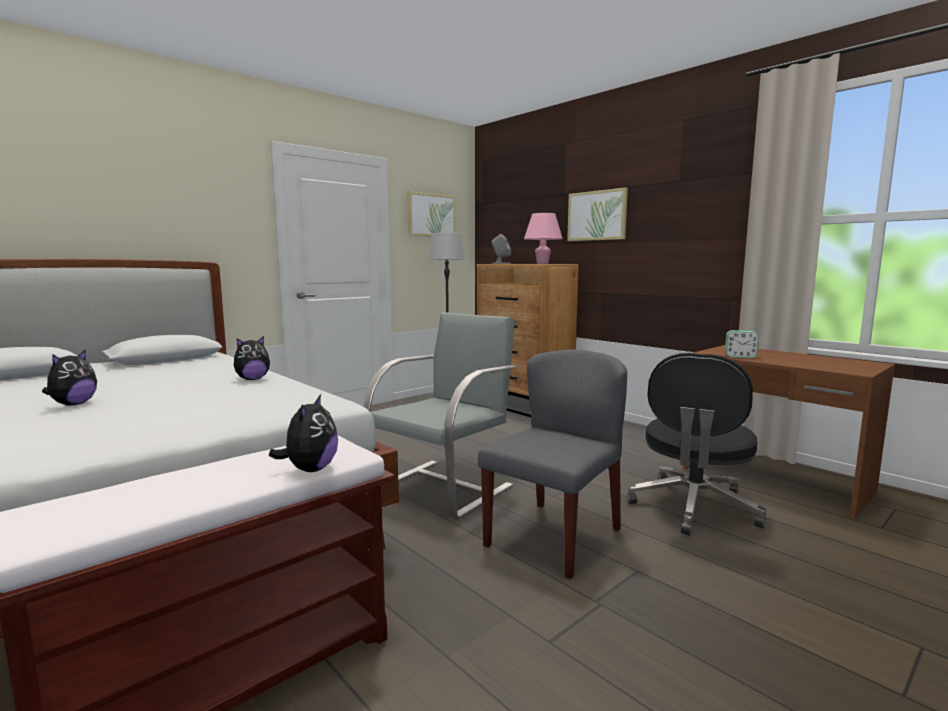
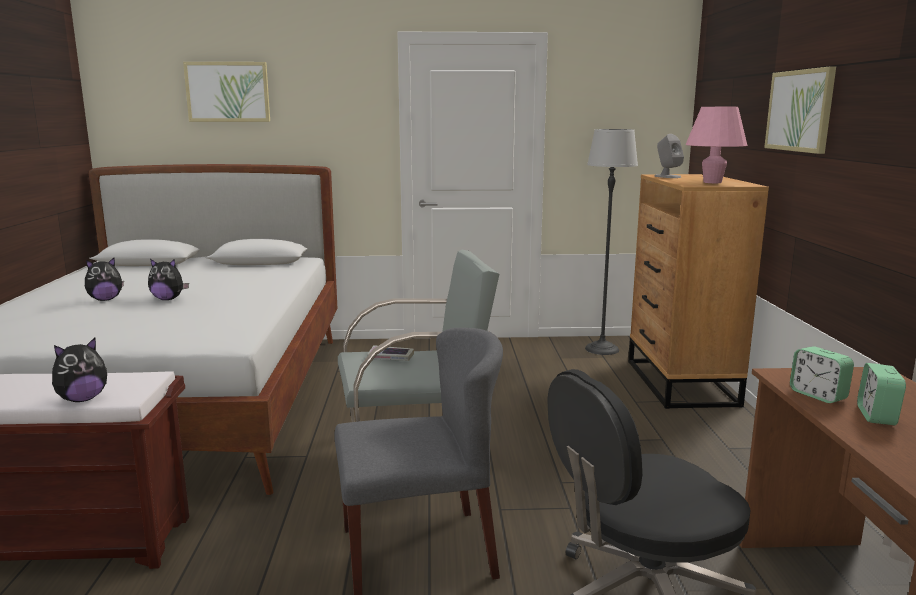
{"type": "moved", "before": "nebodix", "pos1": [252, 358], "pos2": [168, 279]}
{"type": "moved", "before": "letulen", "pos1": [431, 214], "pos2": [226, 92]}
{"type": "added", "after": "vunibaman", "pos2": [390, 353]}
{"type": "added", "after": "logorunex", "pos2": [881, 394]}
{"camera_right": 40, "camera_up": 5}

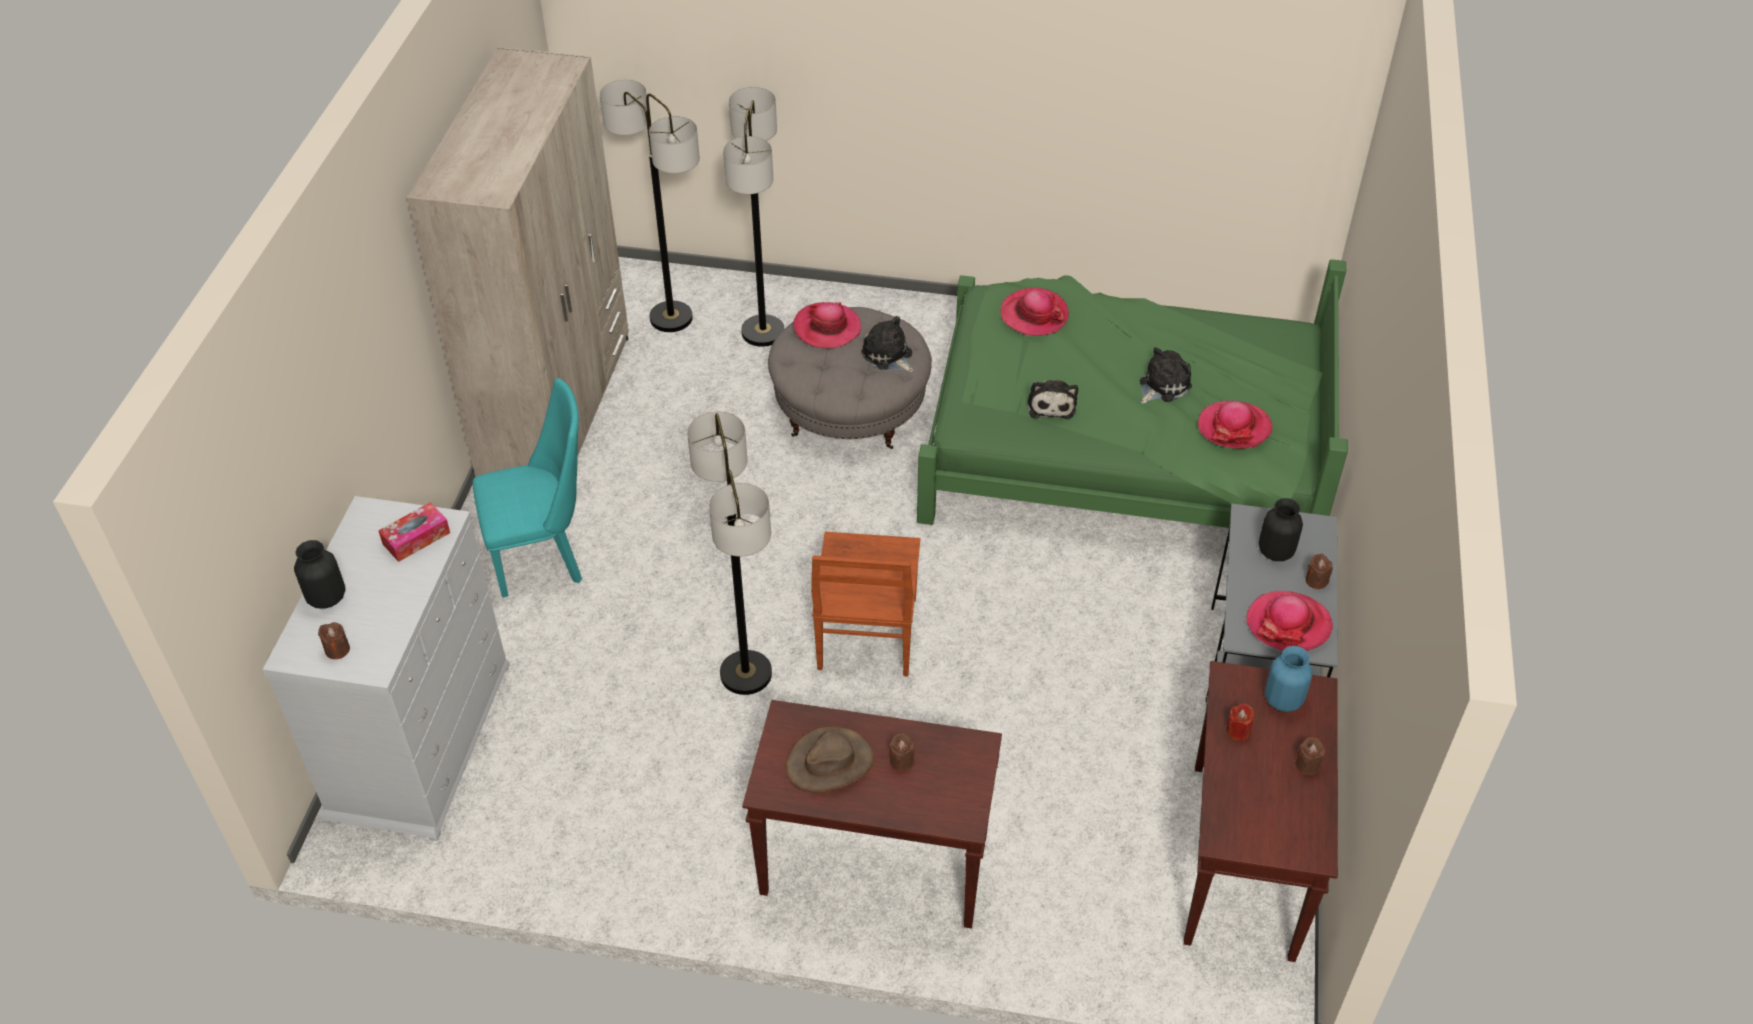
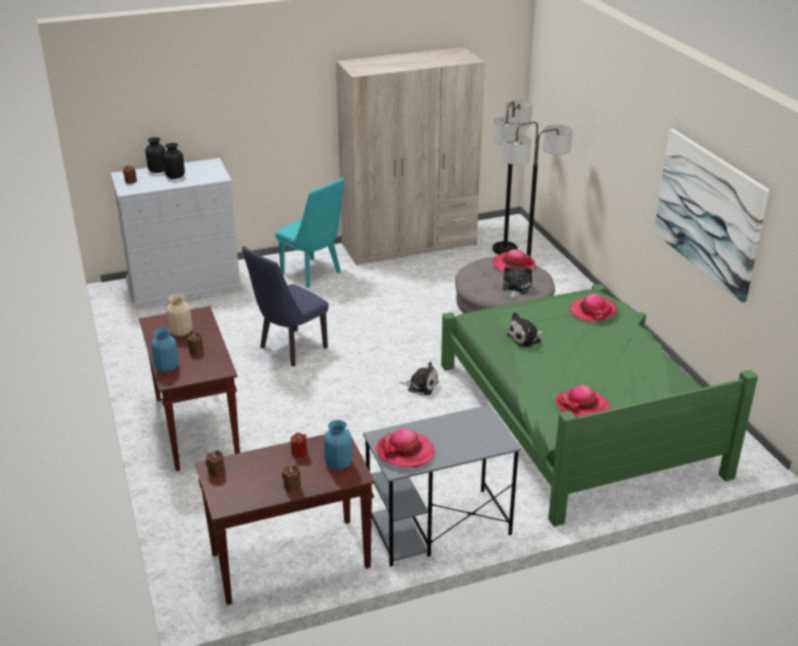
{"type": "added", "after": "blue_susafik", "pos2": [165, 349]}
{"type": "moved", "before": "black_susafik", "pos1": [1281, 529], "pos2": [174, 161]}
{"type": "replaced", "before": "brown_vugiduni", "after": "beige_susafik", "pos1": [830, 759], "pos2": [179, 315]}
{"type": "moved", "before": "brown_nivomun", "pos1": [1319, 571], "pos2": [215, 463]}
{"type": "replaced", "before": "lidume", "after": "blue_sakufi", "pos1": [729, 553], "pos2": [285, 306]}
{"type": "moved", "before": "nebodix", "pos1": [1166, 375], "pos2": [419, 378]}
{"type": "added", "after": "letulen", "pos2": [711, 216]}
{"type": "removed", "before": "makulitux", "pos1": [414, 532]}
{"type": "removed", "before": "brown_sakufi", "pos1": [865, 604]}
{"camera_right": 60, "camera_up": -15}

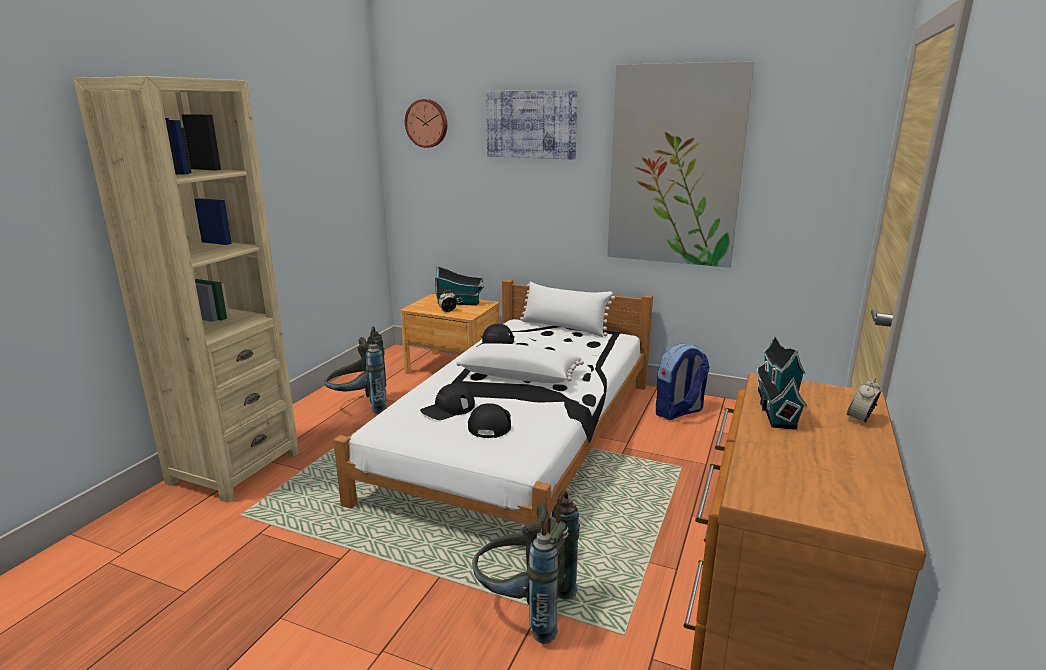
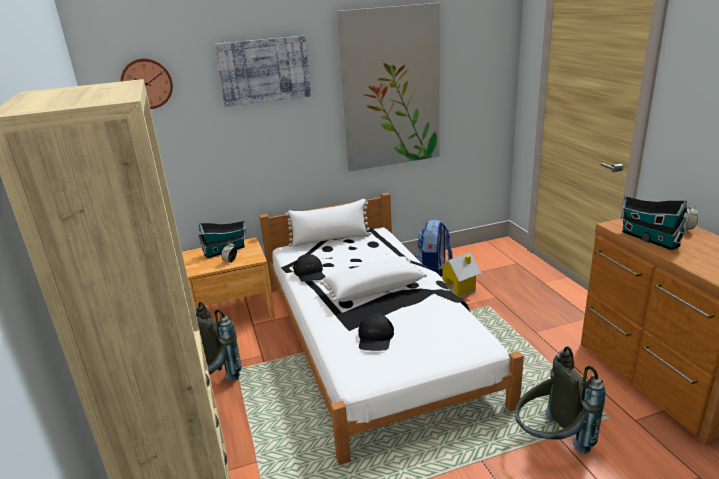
{"type": "added", "after": "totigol", "pos2": [459, 275]}
{"type": "removed", "before": "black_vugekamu", "pos1": [489, 420]}
{"camera_right": -40, "camera_up": 5}

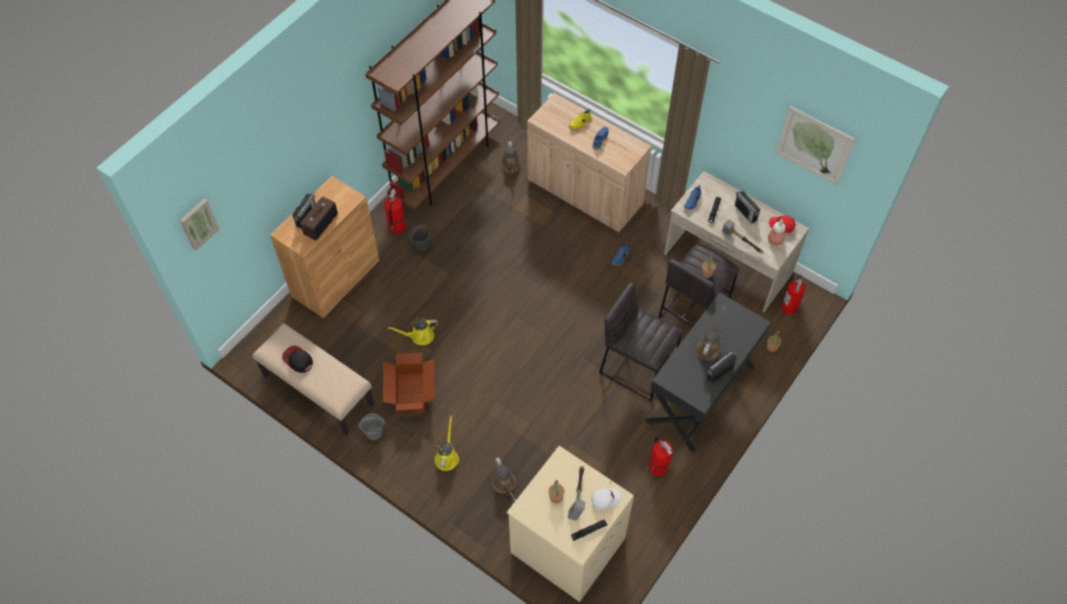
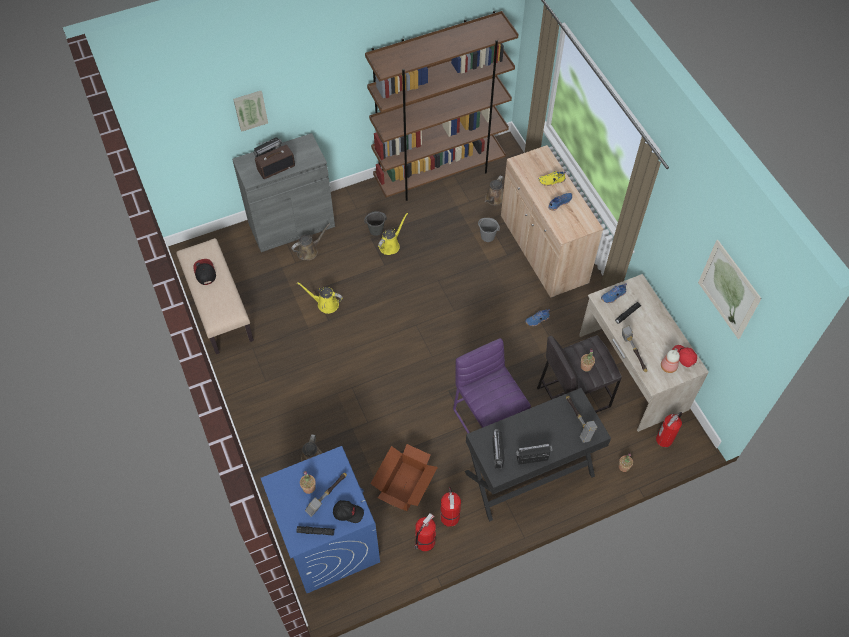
{"type": "recoloured", "before": "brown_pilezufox", "after": "grey_pilezufox", "pos1": [325, 247], "pos2": [283, 192]}
{"type": "moved", "before": "letulen", "pos1": [199, 224], "pos2": [250, 111]}
{"type": "recoloured", "before": "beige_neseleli", "after": "blue_neseleli", "pos1": [570, 524], "pos2": [320, 519]}
{"type": "moved", "before": "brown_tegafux", "pos1": [710, 333], "pos2": [310, 241]}
{"type": "recoloured", "before": "white_vugekamu", "after": "black_vugekamu", "pos1": [606, 499], "pos2": [348, 511]}
{"type": "moved", "before": "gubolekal", "pos1": [409, 383], "pos2": [404, 477]}
{"type": "moved", "before": "yellow_tegafux", "pos1": [447, 443], "pos2": [393, 234]}
{"type": "moved", "before": "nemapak", "pos1": [395, 211], "pos2": [425, 532]}
{"type": "recoloured", "before": "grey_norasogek", "after": "purple_norasogek", "pos1": [641, 341], "pos2": [492, 385]}
{"type": "moved", "before": "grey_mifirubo", "pos1": [371, 427], "pos2": [489, 230]}
{"type": "moved", "before": "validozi", "pos1": [747, 207], "pos2": [498, 449]}
{"type": "added", "after": "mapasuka", "pos2": [581, 419]}
{"camera_right": 30, "camera_up": 0}

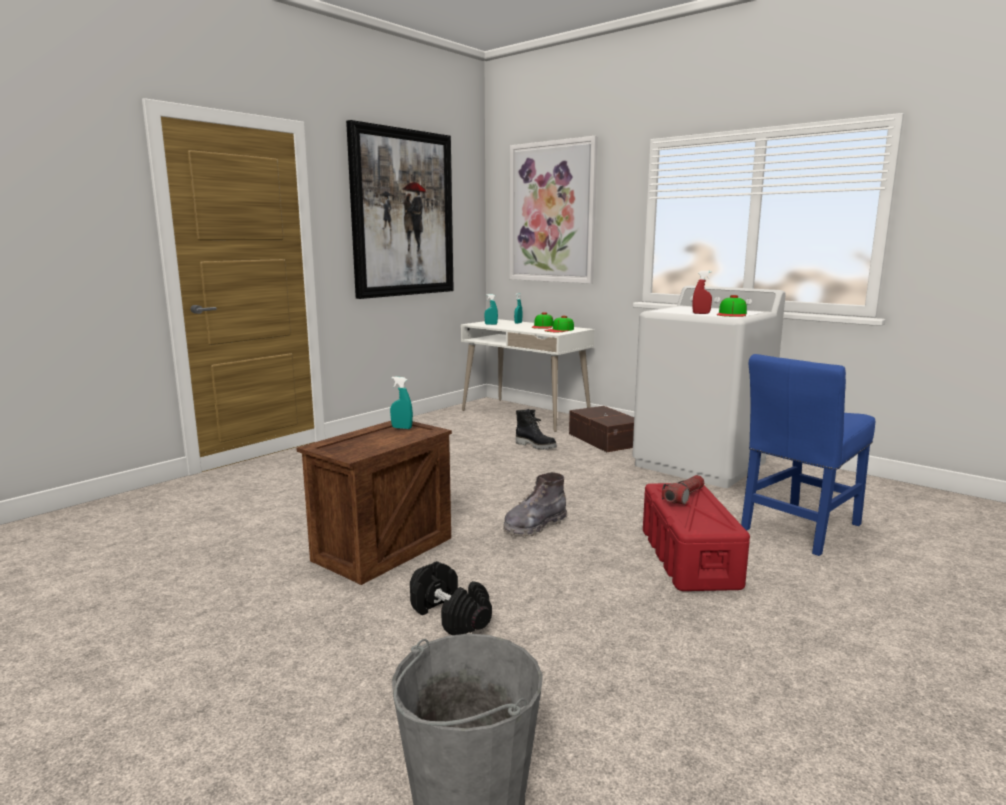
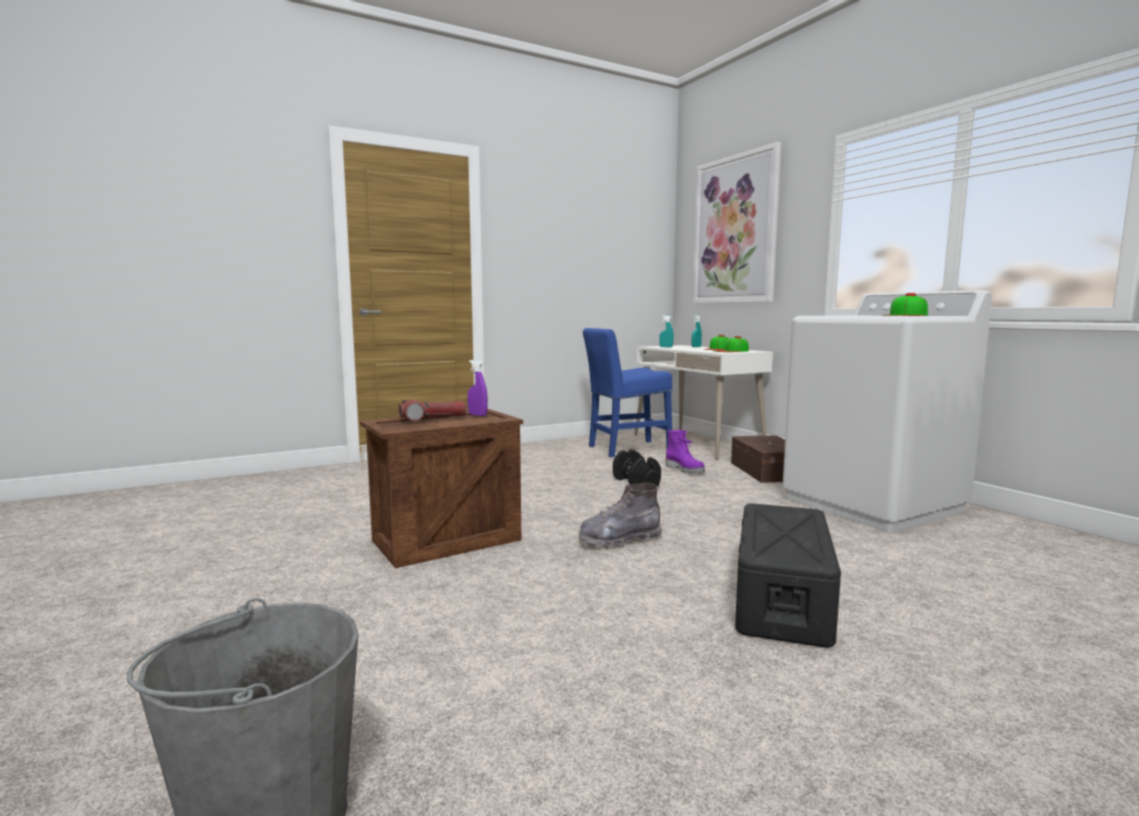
{"type": "moved", "before": "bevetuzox", "pos1": [683, 490], "pos2": [432, 410]}
{"type": "recoloured", "before": "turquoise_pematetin", "after": "purple_pematetin", "pos1": [401, 403], "pos2": [478, 388]}
{"type": "moved", "before": "blue_sakufi", "pos1": [808, 455], "pos2": [627, 392]}
{"type": "moved", "before": "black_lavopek", "pos1": [451, 598], "pos2": [637, 468]}
{"type": "recoloured", "before": "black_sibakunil", "after": "purple_sibakunil", "pos1": [536, 429], "pos2": [685, 451]}
{"type": "recoloured", "before": "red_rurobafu", "after": "black_rurobafu", "pos1": [696, 537], "pos2": [788, 575]}
{"type": "removed", "before": "letulen", "pos1": [400, 209]}
{"type": "removed", "before": "red_pematetin", "pos1": [702, 292]}
{"camera_right": 20, "camera_up": -5}

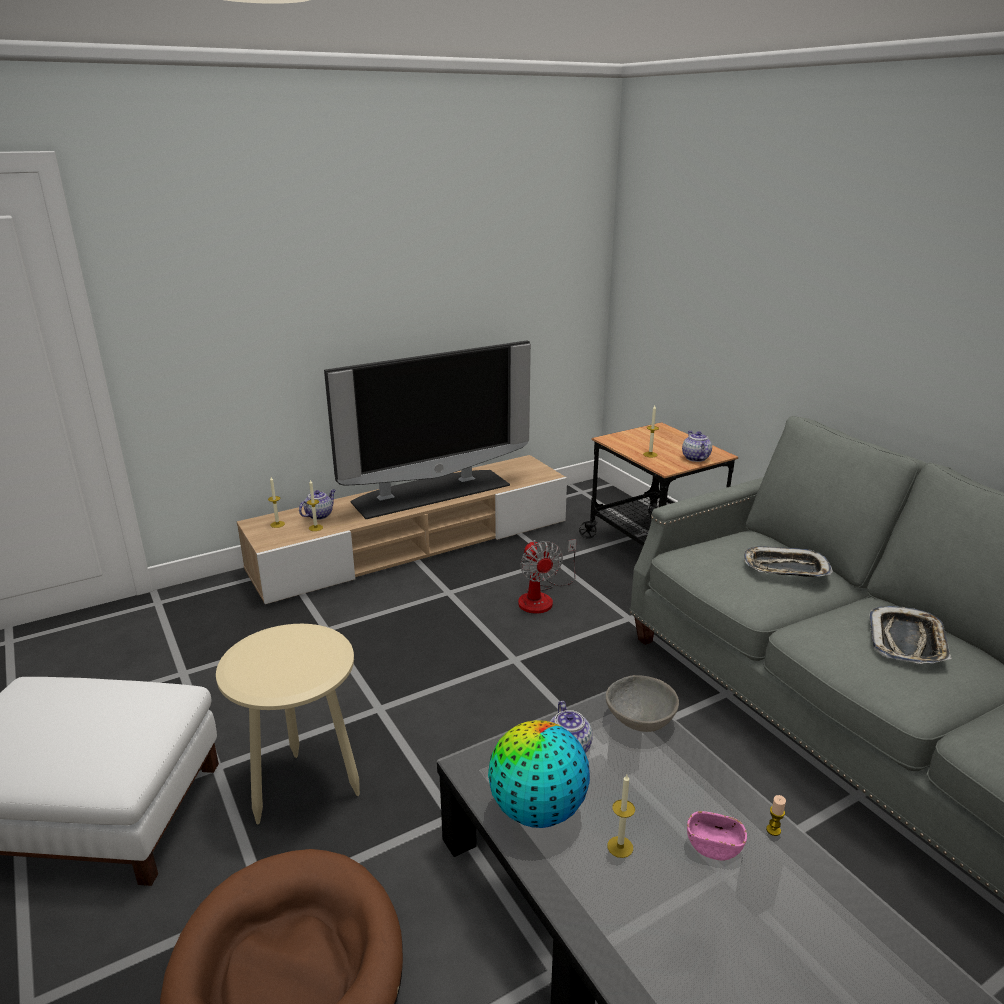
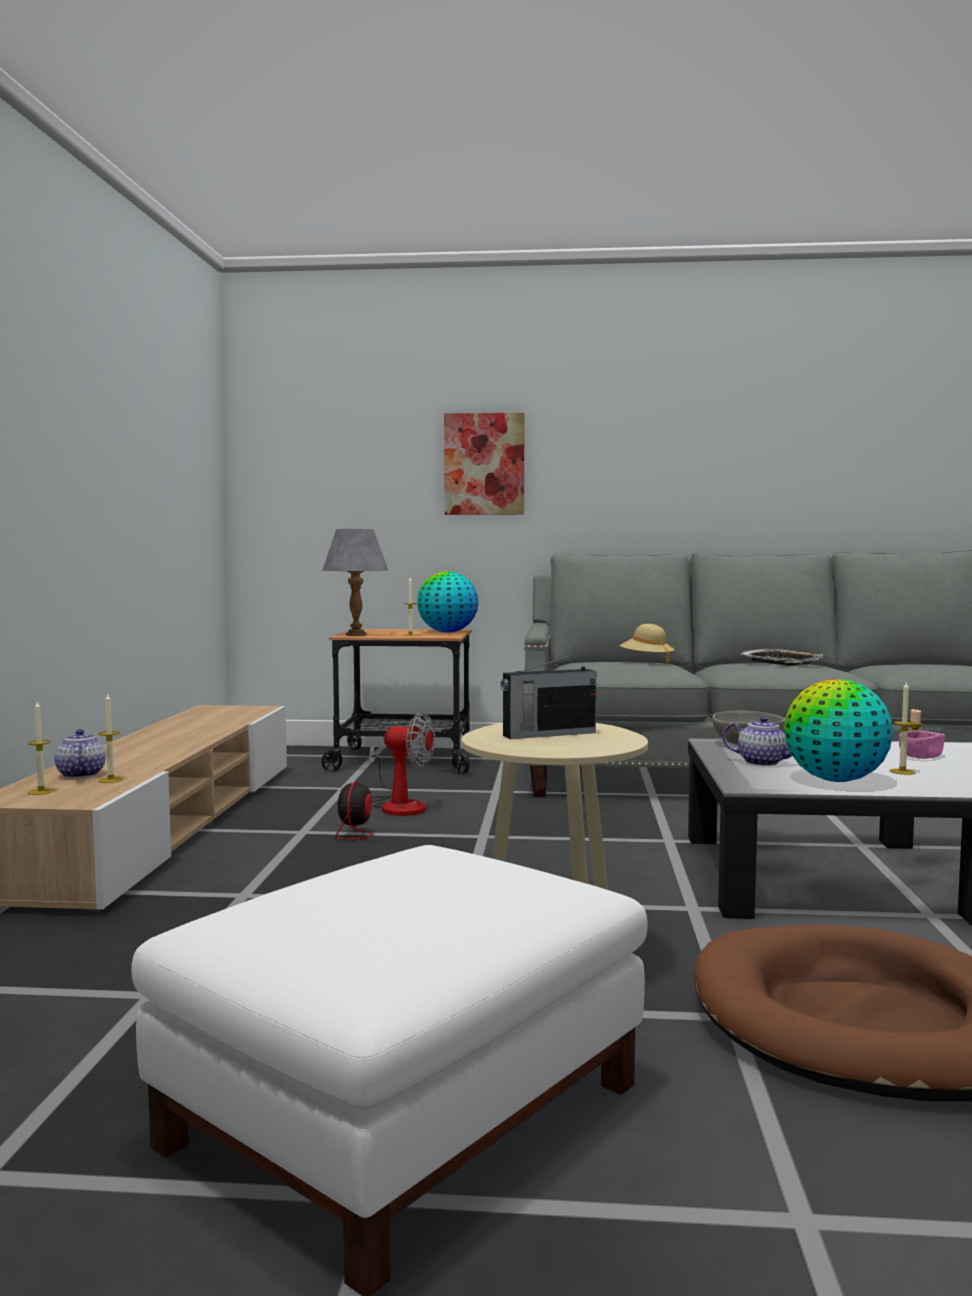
{"type": "added", "after": "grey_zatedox", "pos2": [355, 582]}
{"type": "added", "after": "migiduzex", "pos2": [394, 819]}
{"type": "replaced", "before": "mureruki", "after": "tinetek", "pos1": [697, 446], "pos2": [447, 602]}
{"type": "added", "after": "letulen", "pos2": [484, 464]}
{"type": "added", "after": "validozi", "pos2": [548, 696]}
{"type": "replaced", "before": "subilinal", "after": "beige_vugiduni", "pos1": [788, 561], "pos2": [647, 644]}
{"type": "removed", "before": "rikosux", "pos1": [427, 430]}
{"camera_right": -55, "camera_up": -20}

